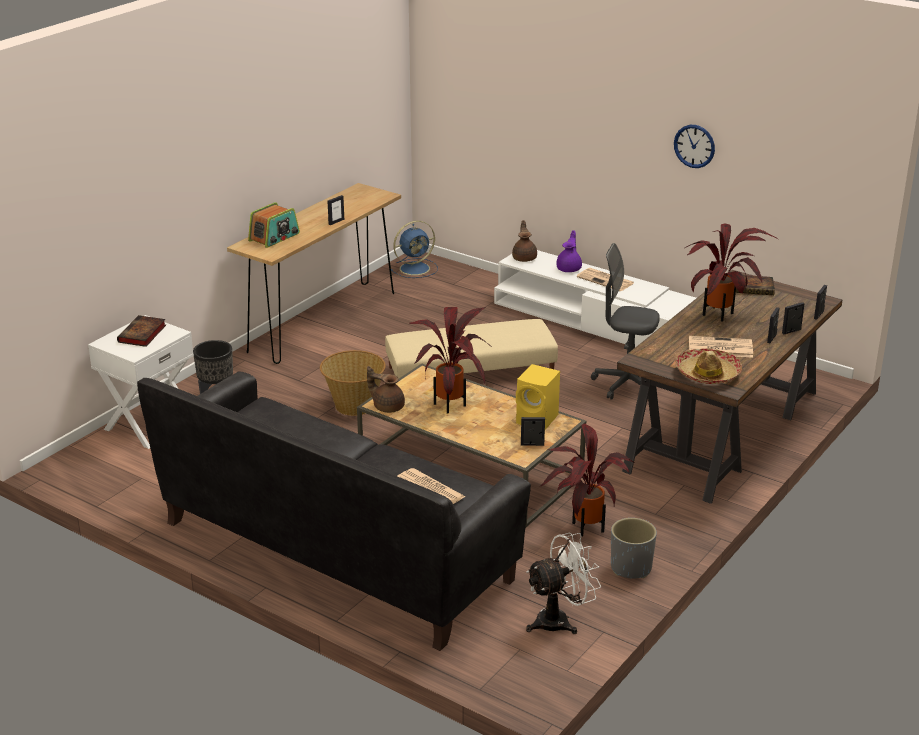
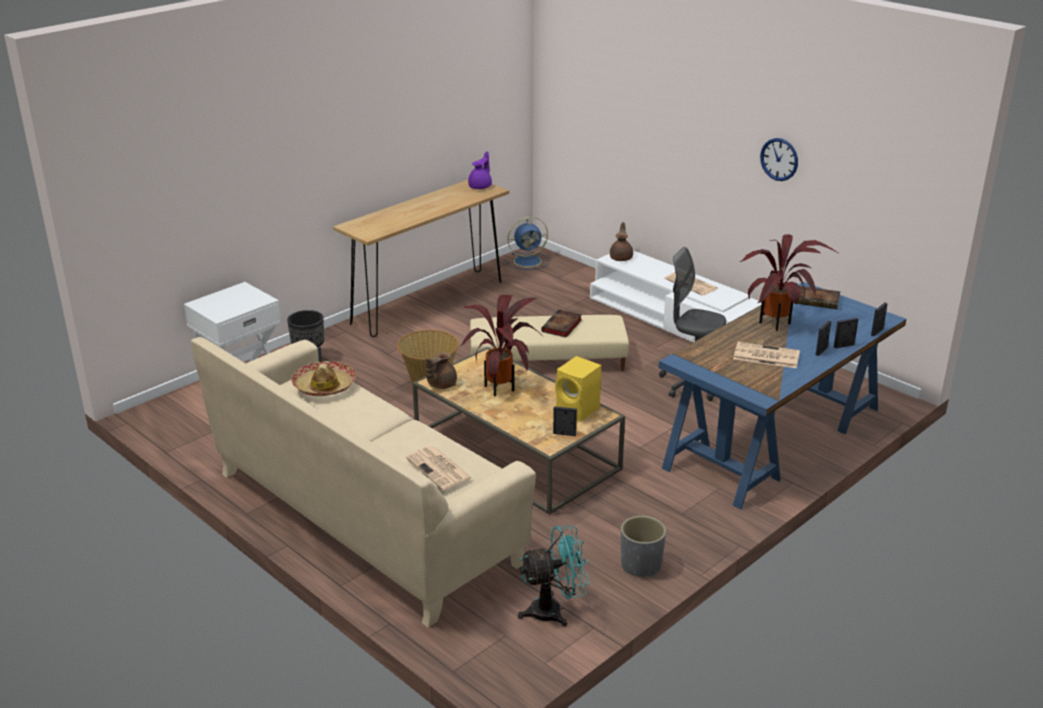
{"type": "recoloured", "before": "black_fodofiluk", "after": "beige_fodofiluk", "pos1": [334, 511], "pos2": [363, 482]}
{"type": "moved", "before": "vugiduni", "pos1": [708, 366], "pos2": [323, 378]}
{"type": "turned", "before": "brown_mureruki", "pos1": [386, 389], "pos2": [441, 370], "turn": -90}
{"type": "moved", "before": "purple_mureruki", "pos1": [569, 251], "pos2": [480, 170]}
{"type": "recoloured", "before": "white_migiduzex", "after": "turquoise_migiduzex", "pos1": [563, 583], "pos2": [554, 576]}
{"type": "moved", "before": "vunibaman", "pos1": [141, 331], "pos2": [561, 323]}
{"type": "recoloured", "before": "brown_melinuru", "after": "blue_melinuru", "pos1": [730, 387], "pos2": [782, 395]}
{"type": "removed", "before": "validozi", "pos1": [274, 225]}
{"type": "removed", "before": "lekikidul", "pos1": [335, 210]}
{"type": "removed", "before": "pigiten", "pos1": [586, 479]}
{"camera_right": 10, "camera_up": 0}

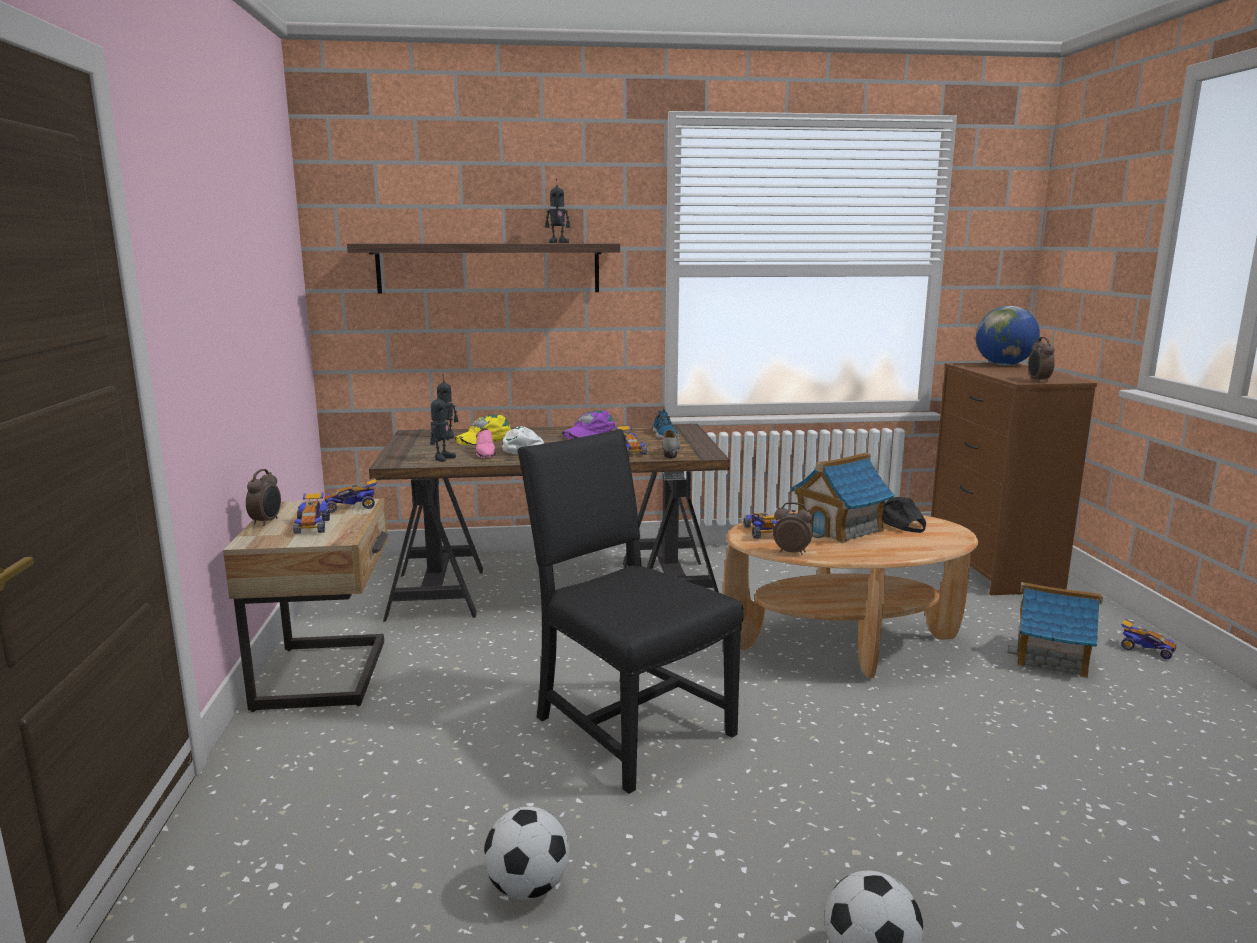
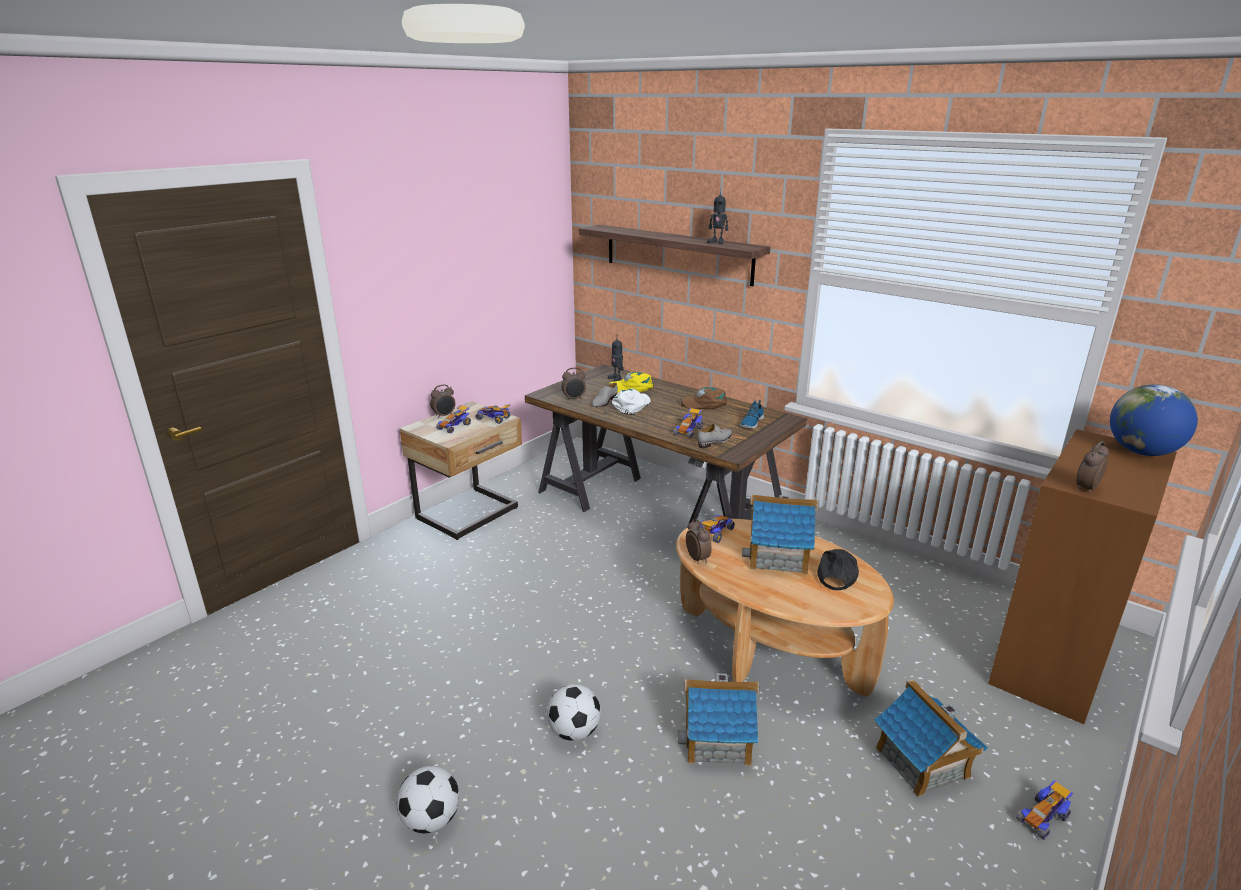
{"type": "moved", "before": "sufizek", "pos1": [526, 853], "pos2": [574, 712]}
{"type": "replaced", "before": "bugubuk", "after": "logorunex", "pos1": [443, 426], "pos2": [573, 384]}
{"type": "recoloured", "before": "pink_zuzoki", "after": "grey_zuzoki", "pos1": [486, 443], "pos2": [605, 395]}
{"type": "added", "after": "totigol", "pos2": [719, 719]}
{"type": "recoloured", "before": "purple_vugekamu", "after": "brown_vugekamu", "pos1": [588, 424], "pos2": [703, 398]}
{"type": "turned", "before": "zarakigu", "pos1": [1149, 638], "pos2": [1044, 810], "turn": 60}
{"type": "removed", "before": "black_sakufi", "pos1": [630, 611]}
{"camera_right": 45, "camera_up": 10}

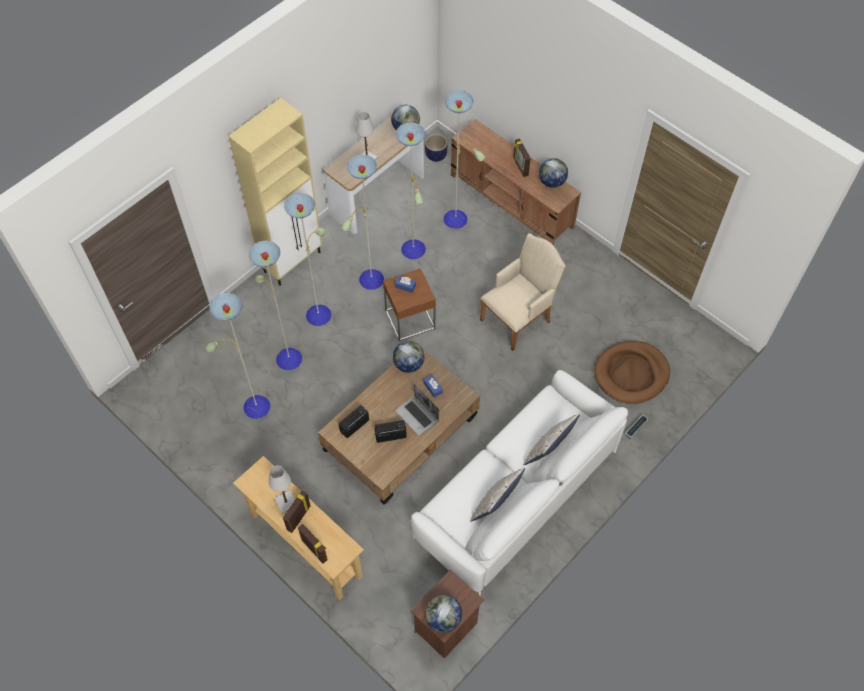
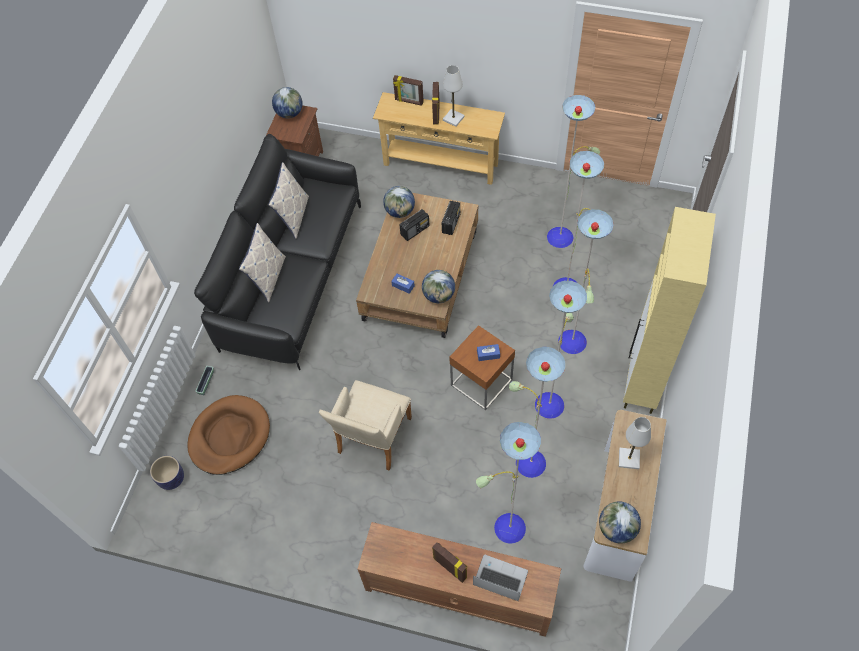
{"type": "moved", "before": "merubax", "pos1": [436, 148], "pos2": [167, 473]}
{"type": "recoloured", "before": "white_fodofiluk", "after": "black_fodofiluk", "pos1": [519, 483], "pos2": [277, 252]}
{"type": "moved", "before": "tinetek", "pos1": [553, 173], "pos2": [399, 202]}
{"type": "moved", "before": "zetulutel", "pos1": [417, 410], "pos2": [500, 578]}
{"camera_right": 155, "camera_up": 0}

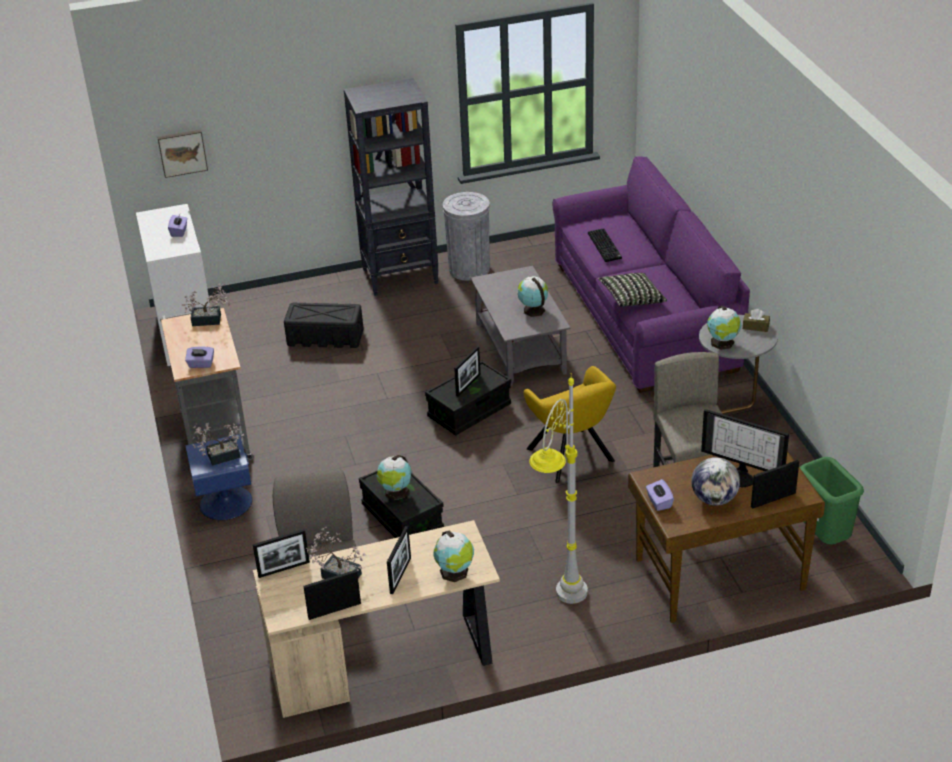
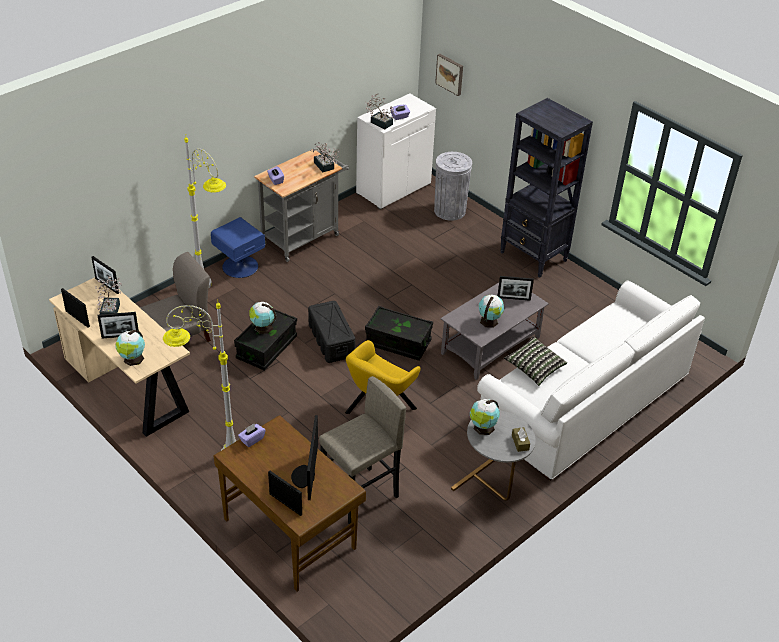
{"type": "added", "after": "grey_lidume", "pos2": [205, 211]}
{"type": "moved", "before": "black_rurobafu", "pos1": [324, 325], "pos2": [331, 332]}
{"type": "moved", "before": "pigiten", "pos1": [218, 444], "pos2": [381, 111]}
{"type": "moved", "before": "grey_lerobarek", "pos1": [466, 236], "pos2": [453, 186]}
{"type": "recoloured", "before": "purple_fodofiluk", "after": "white_fodofiluk", "pos1": [651, 274], "pos2": [591, 380]}
{"type": "moved", "before": "lekikidul", "pos1": [467, 371], "pos2": [515, 288]}
{"type": "removed", "before": "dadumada", "pos1": [605, 245]}
{"type": "removed", "before": "tinetek", "pos1": [715, 481]}
{"type": "removed", "before": "green_lerobarek", "pos1": [832, 501]}
{"camera_right": 60, "camera_up": 5}

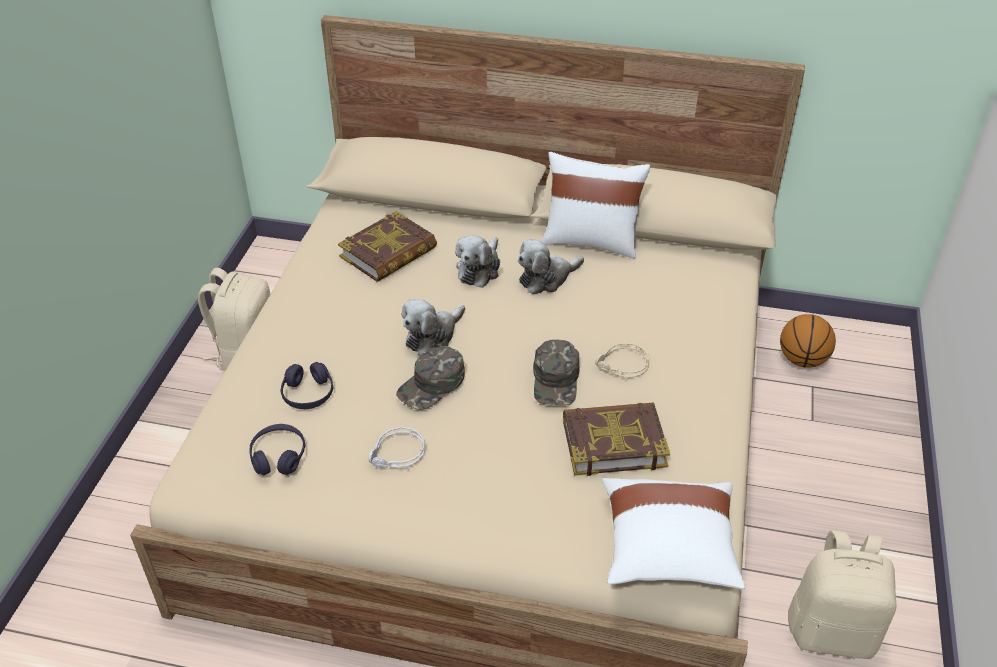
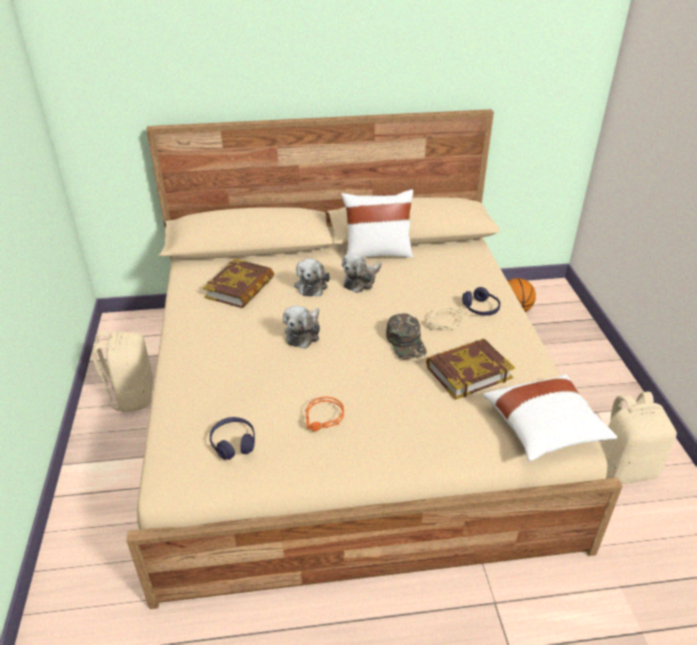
{"type": "recoloured", "before": "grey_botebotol", "after": "orange_botebotol", "pos1": [396, 448], "pos2": [325, 414]}
{"type": "moved", "before": "purple_botebotol", "pos1": [307, 385], "pos2": [481, 301]}
{"type": "removed", "before": "green_vugekamu", "pos1": [430, 378]}
{"camera_right": -20, "camera_up": -5}

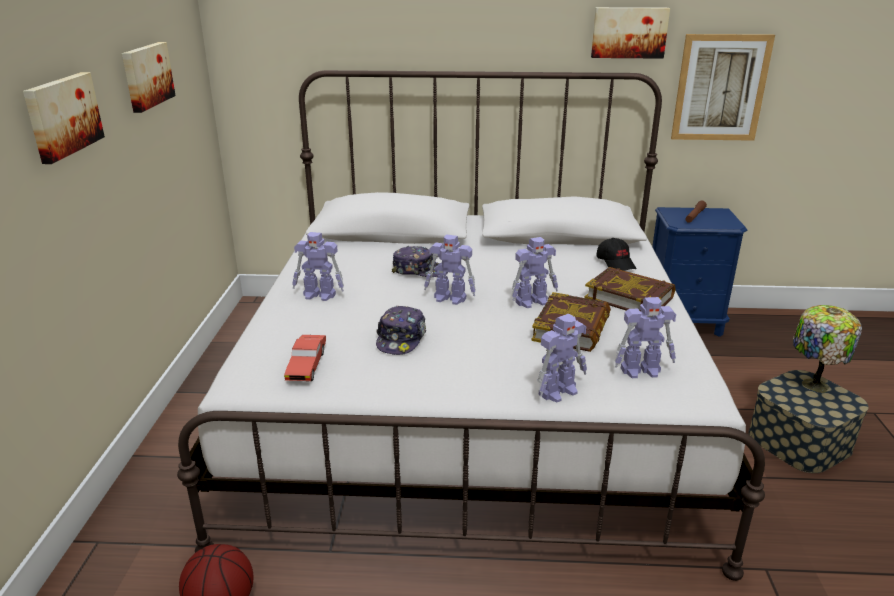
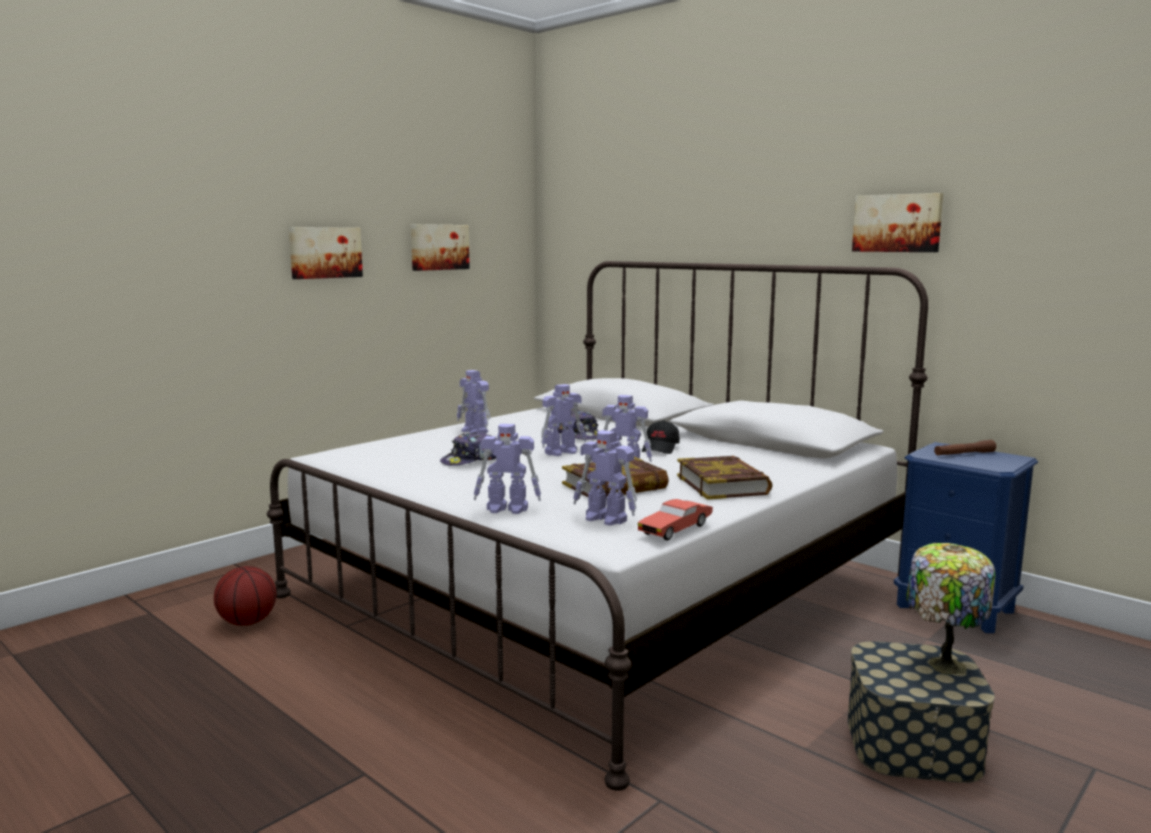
{"type": "turned", "before": "bugubuk", "pos1": [450, 269], "pos2": [563, 420], "turn": -90}
{"type": "moved", "before": "red_zarakigu", "pos1": [305, 358], "pos2": [675, 520]}
{"type": "moved", "before": "black_vugekamu", "pos1": [616, 254], "pos2": [661, 437]}
{"type": "removed", "before": "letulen", "pos1": [723, 87]}
{"camera_right": 40, "camera_up": -15}

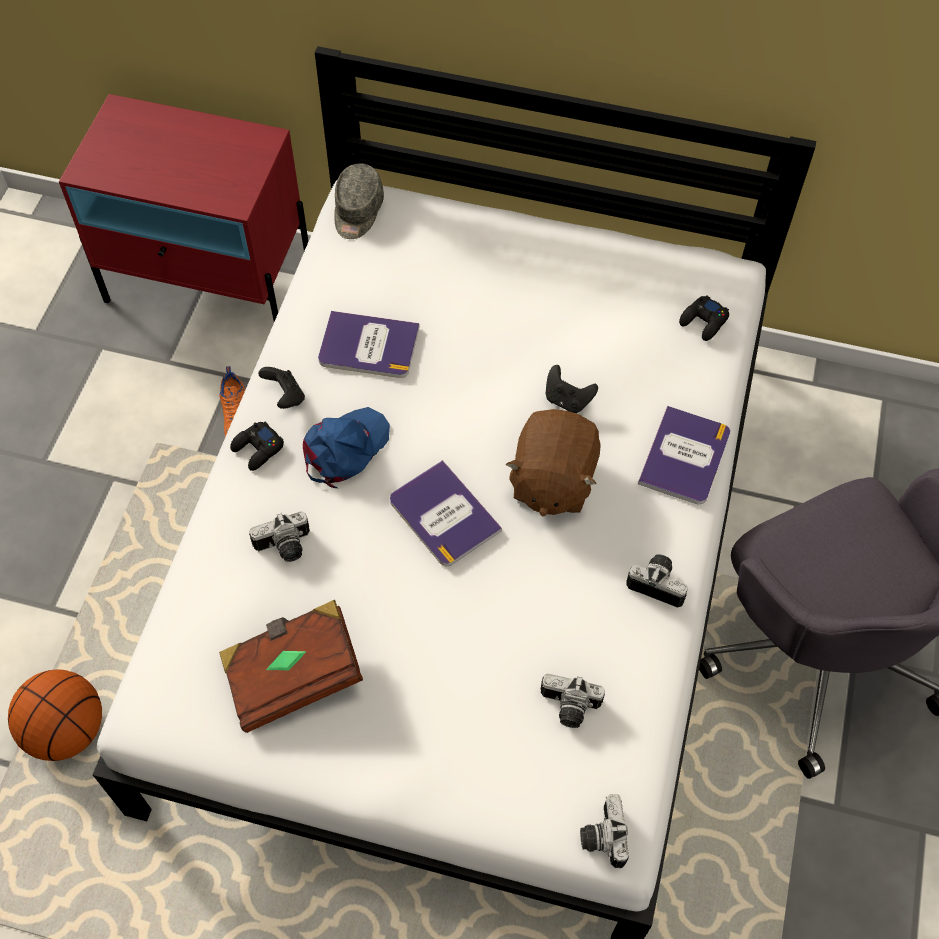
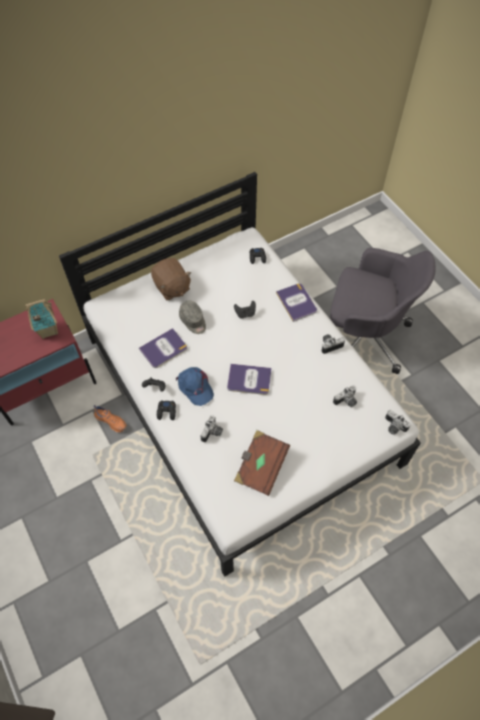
{"type": "added", "after": "totigol", "pos2": [41, 319]}
{"type": "moved", "before": "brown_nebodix", "pos1": [553, 463], "pos2": [171, 279]}
{"type": "turned", "before": "blue_vugekamu", "pos1": [346, 447], "pos2": [195, 386], "turn": 150}
{"type": "moved", "before": "grey_vugekamu", "pos1": [359, 201], "pos2": [192, 317]}
{"type": "removed", "before": "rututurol", "pos1": [55, 715]}
{"camera_right": -45, "camera_up": 0}

